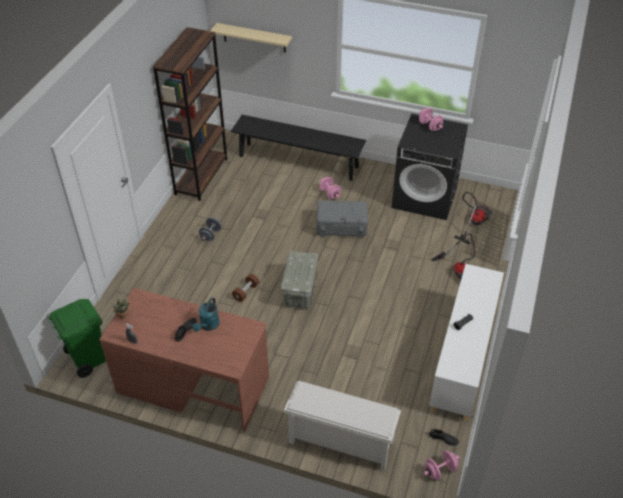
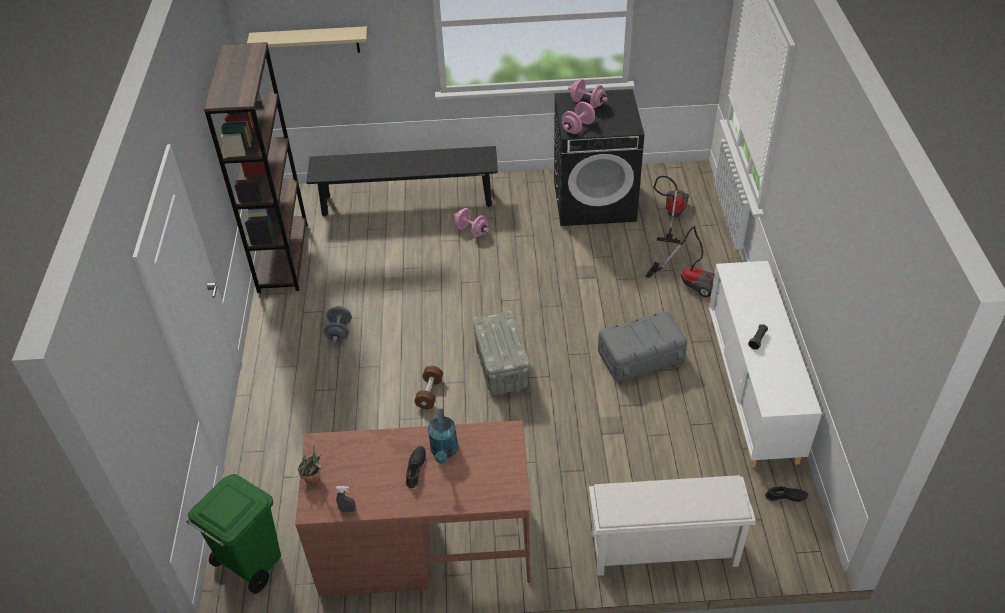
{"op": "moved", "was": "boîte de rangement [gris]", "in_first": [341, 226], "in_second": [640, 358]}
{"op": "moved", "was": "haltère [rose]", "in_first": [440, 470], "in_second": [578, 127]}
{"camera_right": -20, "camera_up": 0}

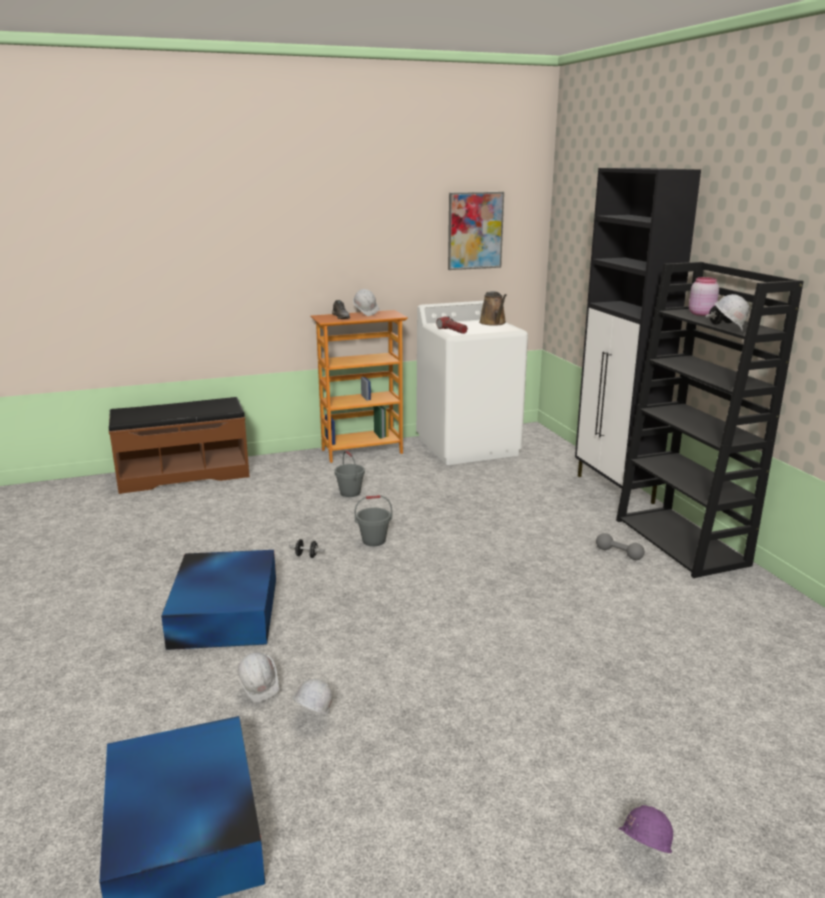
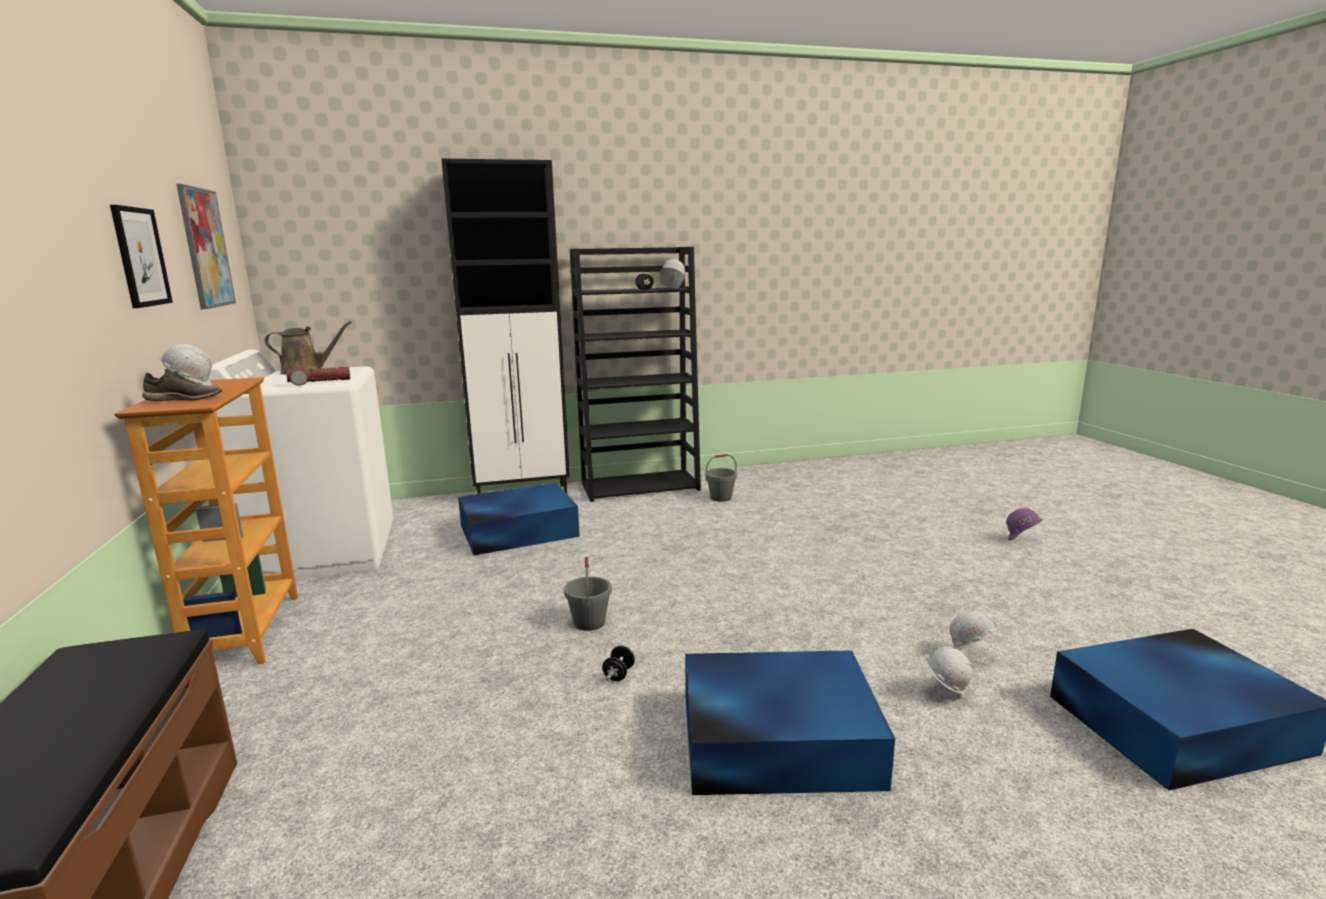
{"op": "moved", "was": "seau [gris]", "in_first": [350, 493], "in_second": [721, 497]}
{"op": "removed", "was": "haltère [gris]", "in_first": [619, 554]}
{"op": "removed", "was": "bocal [rose]", "in_first": [700, 314]}
{"op": "added", "now": "tableau", "in_second": [140, 257]}
{"op": "added", "now": "boîte de rangement [bleu]", "in_second": [517, 531]}
{"camera_right": -85, "camera_up": -5}

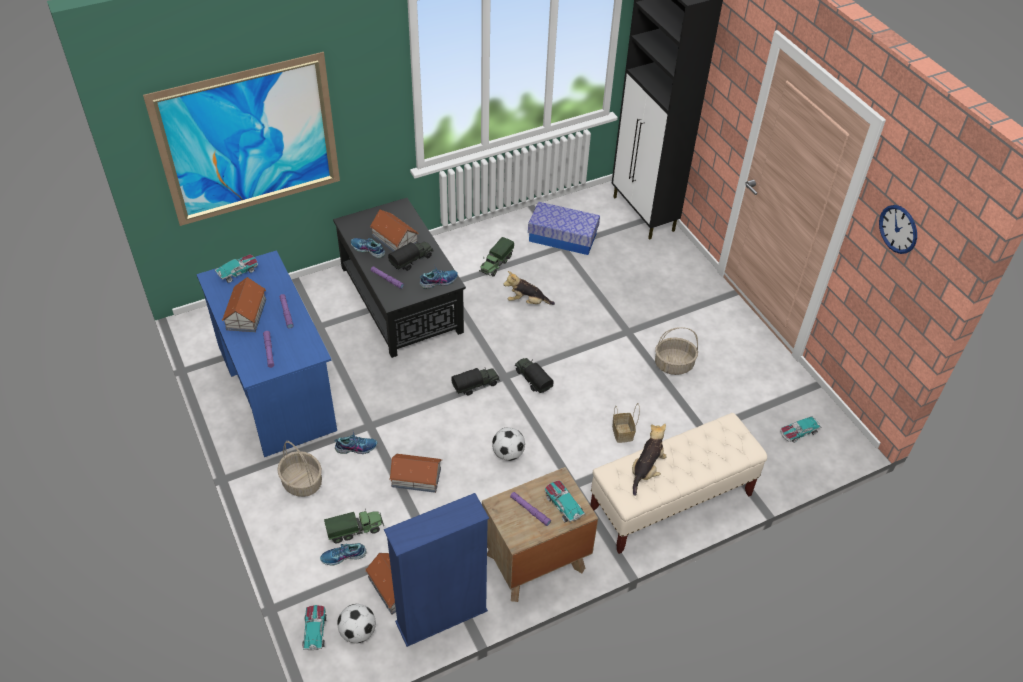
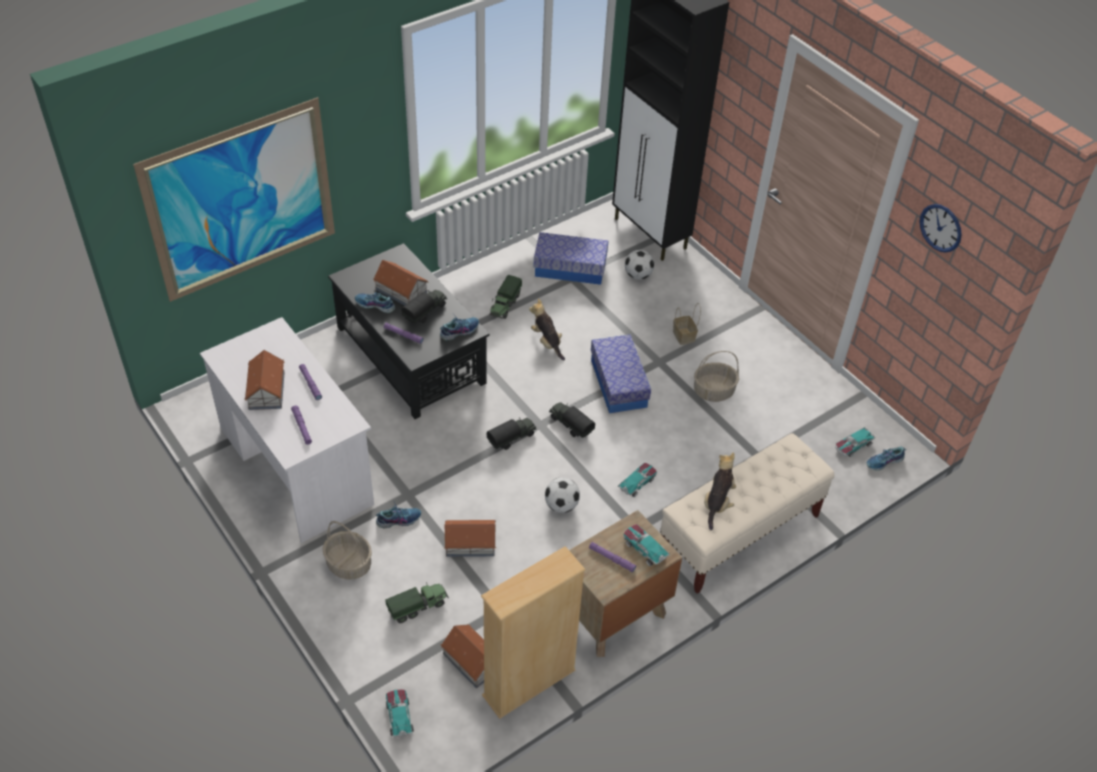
{"op": "recoloured", "was": "bureau [bleu]", "now": "bureau [blanc]", "in_first": [276, 387], "in_second": [296, 466]}
{"op": "moved", "was": "petite voiture", "in_first": [238, 271], "in_second": [637, 483]}
{"op": "moved", "was": "chaussure", "in_first": [343, 557], "in_second": [884, 462]}
{"op": "moved", "was": "ballon de foot", "in_first": [358, 632], "in_second": [638, 275]}
{"op": "recoloured", "was": "bibliothèque [bleu]", "now": "bibliothèque [beige]", "in_first": [441, 617], "in_second": [529, 683]}
{"op": "turned", "was": "peluche", "in_first": [527, 302], "in_second": [547, 342], "clockwise": 60}
{"op": "moved", "was": "panier", "in_first": [623, 433], "in_second": [684, 336]}
{"op": "added", "now": "boîte de rangement", "in_second": [618, 383]}
{"camera_right": -10, "camera_up": 0}

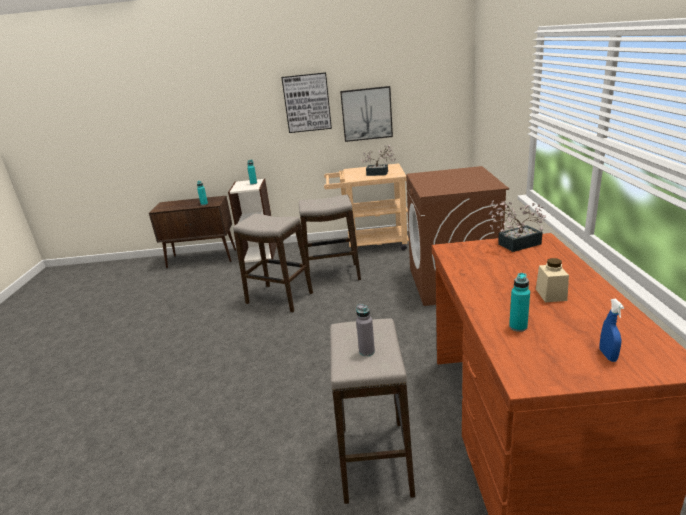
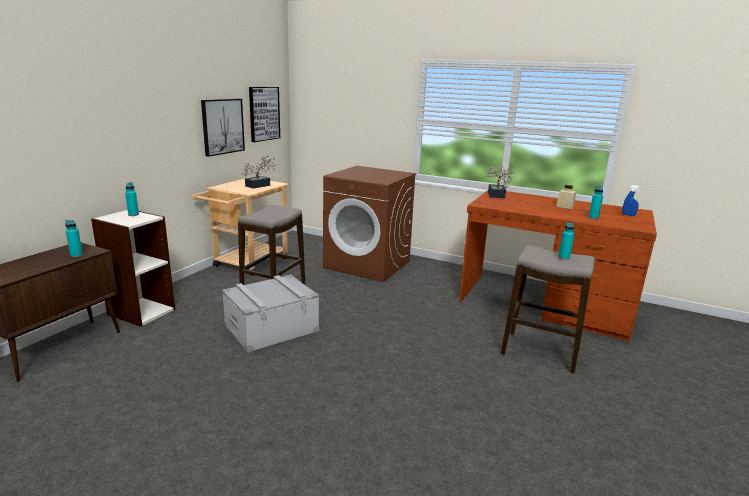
{"op": "replaced", "was": "tabouret", "now": "boîte de rangement [gris]", "in_first": [279, 298], "in_second": [271, 328]}
{"op": "moved", "was": "tableau", "in_first": [307, 103], "in_second": [264, 113]}
{"op": "recoloured", "was": "bouteille [gris]", "now": "bouteille [turquoise]", "in_first": [367, 351], "in_second": [564, 257]}
{"camera_right": -65, "camera_up": -5}

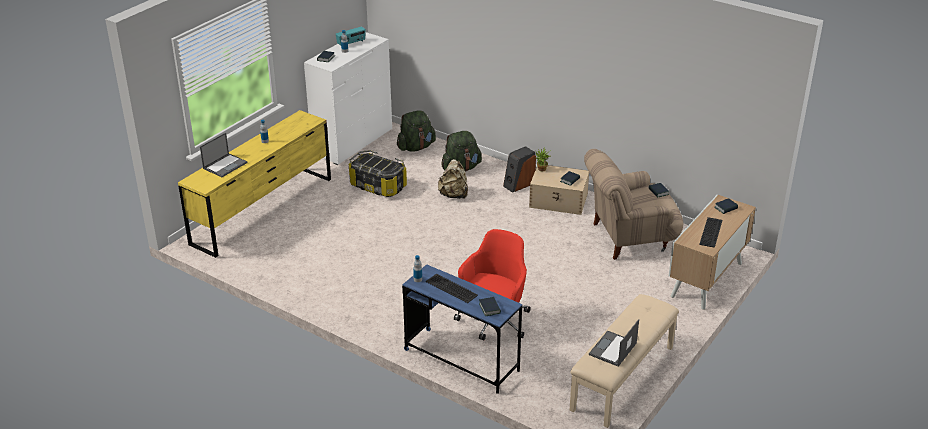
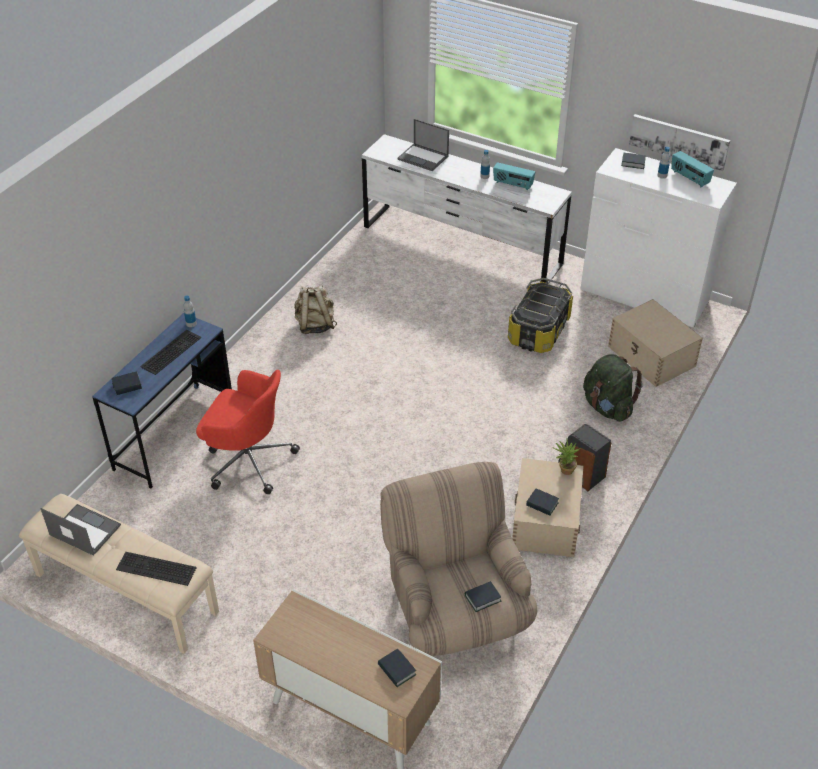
{"op": "recoloured", "was": "commode [jaune]", "now": "commode [blanc]", "in_first": [263, 211], "in_second": [461, 245]}
{"op": "replaced", "was": "sac à dos [vert]", "now": "boîte de rangement [beige]", "in_first": [416, 147], "in_second": [651, 357]}
{"op": "moved", "was": "sac à dos [beige]", "in_first": [453, 195], "in_second": [315, 325]}
{"op": "moved", "was": "clavier", "in_first": [711, 232], "in_second": [155, 569]}
{"op": "added", "now": "radio", "in_second": [513, 184]}
{"op": "added", "now": "tableau", "in_second": [679, 141]}
{"camera_right": 85, "camera_up": 10}

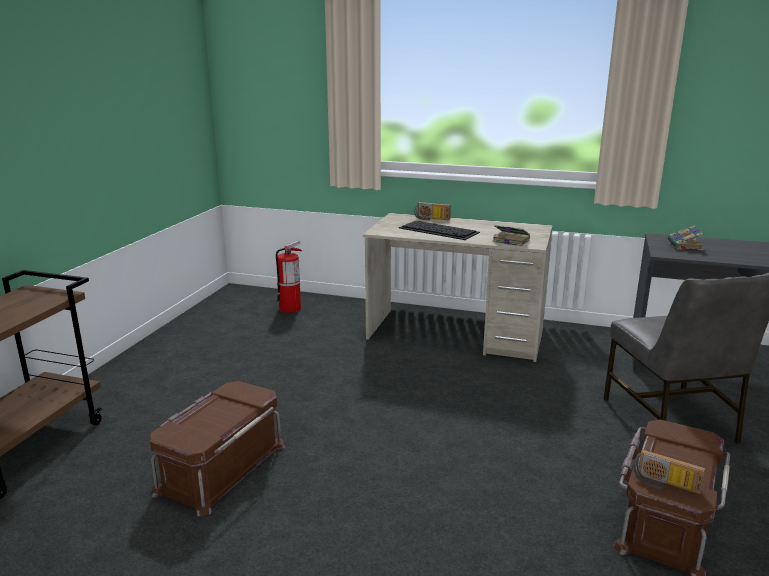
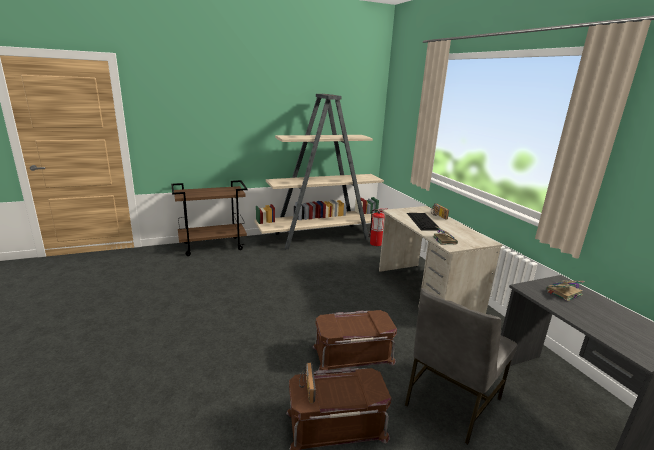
{"op": "moved", "was": "boîte de rangement [marron]", "in_first": [220, 467], "in_second": [353, 353]}
{"op": "added", "now": "bibliothèque [beige]", "in_second": [323, 236]}
{"camera_right": 50, "camera_up": 0}

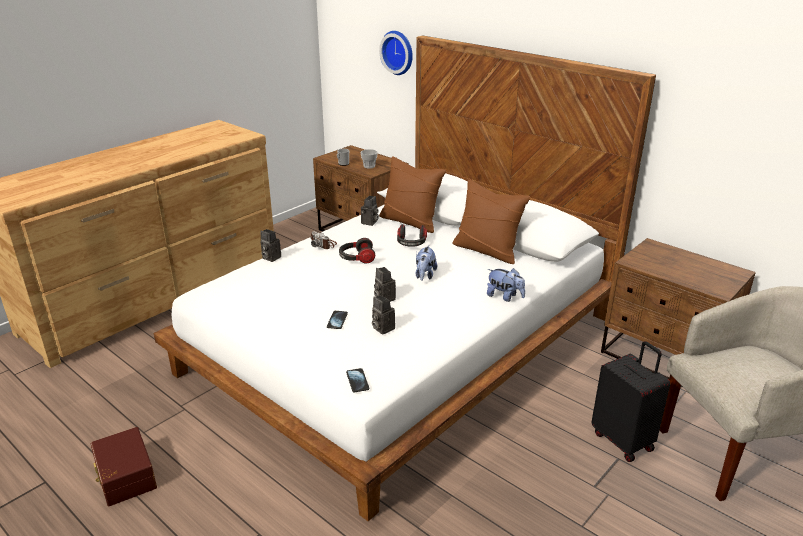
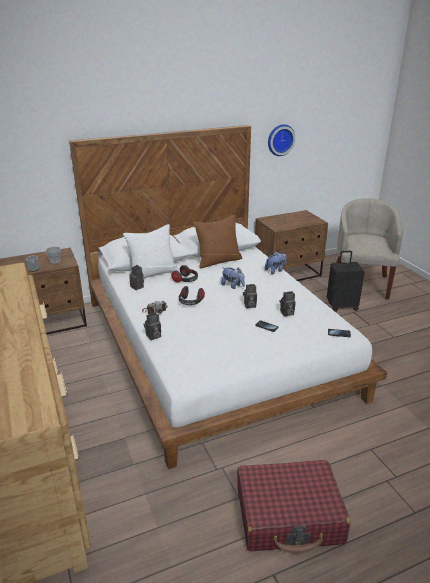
{"op": "replaced", "was": "boîte de rangement [marron]", "now": "valise [rouge]", "in_first": [124, 476], "in_second": [289, 515]}
{"op": "moved", "was": "horloge murale", "in_first": [398, 52], "in_second": [280, 139]}
{"op": "recoloured", "was": "coussin [marron]", "now": "coussin [blanc]", "in_first": [410, 221], "in_second": [153, 273]}
{"camera_right": -65, "camera_up": 0}

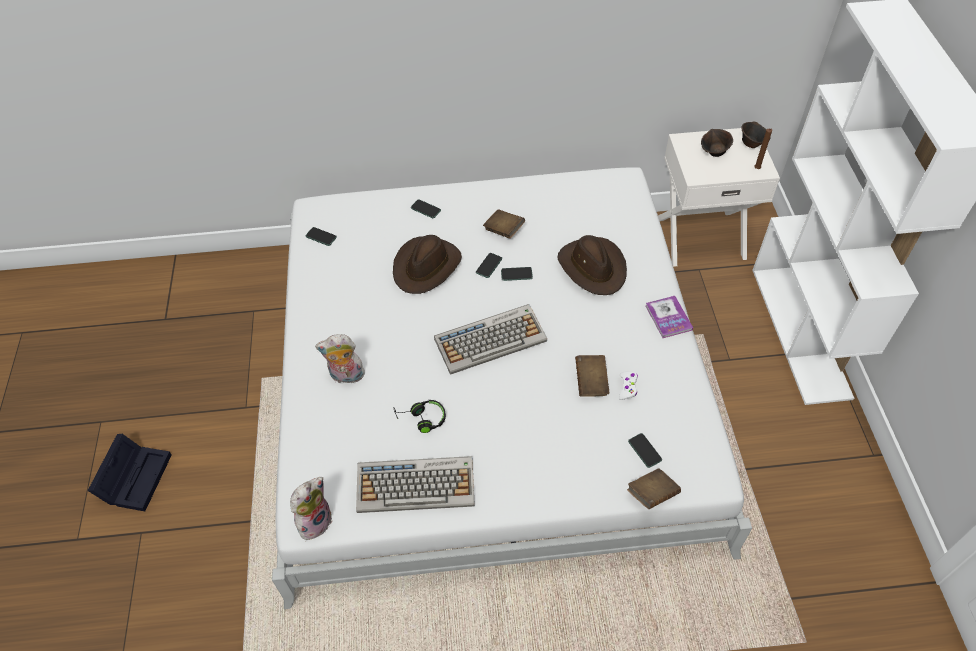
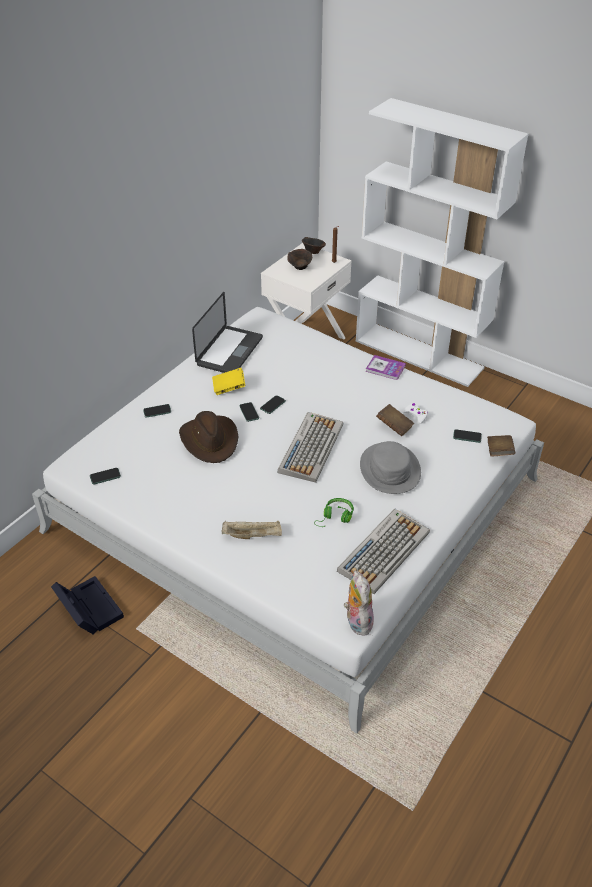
{"op": "moved", "was": "boîte de rangement [noir]", "in_first": [136, 476], "in_second": [88, 608]}
{"op": "replaced", "was": "peluche", "now": "plateau [beige]", "in_first": [346, 376], "in_second": [253, 535]}
{"op": "recoloured", "was": "casque audio [noir]", "now": "casque audio [vert]", "in_first": [422, 419], "in_second": [335, 517]}
{"op": "recoloured", "was": "livre [marron]", "now": "livre [jaune]", "in_first": [504, 230], "in_second": [229, 388]}
{"op": "removed", "was": "chapeau [marron]", "in_first": [592, 267]}
{"op": "added", "now": "ordinateur portable", "in_second": [229, 351]}
{"op": "added", "now": "chapeau [gris]", "in_second": [390, 469]}
{"camera_right": -50, "camera_up": -10}

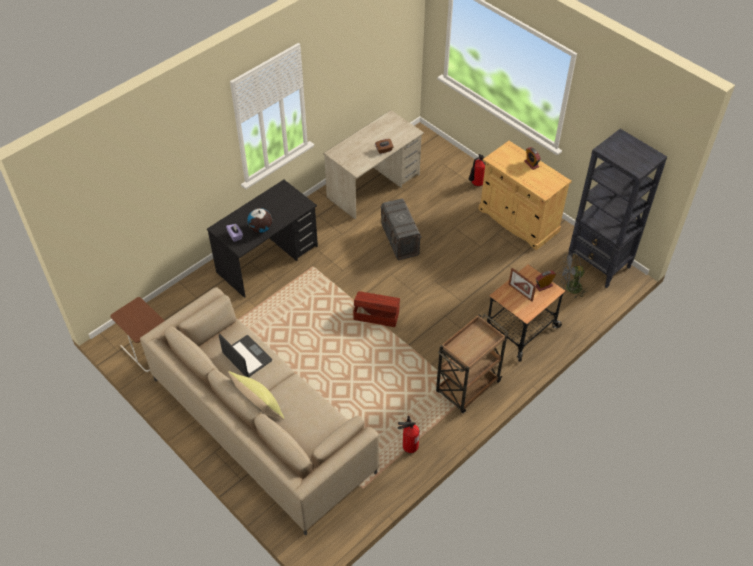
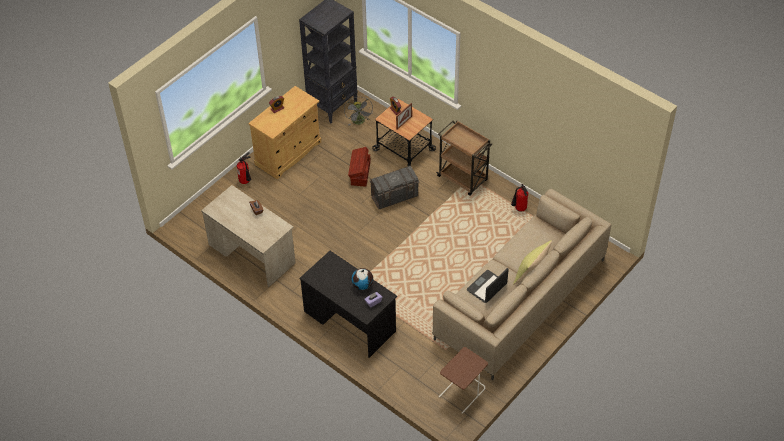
{"op": "moved", "was": "boîte de rangement [marron]", "in_first": [376, 315], "in_second": [360, 173]}
{"op": "moved", "was": "boîte de rangement [gris]", "in_first": [399, 240], "in_second": [395, 196]}
{"camera_right": -95, "camera_up": 0}

